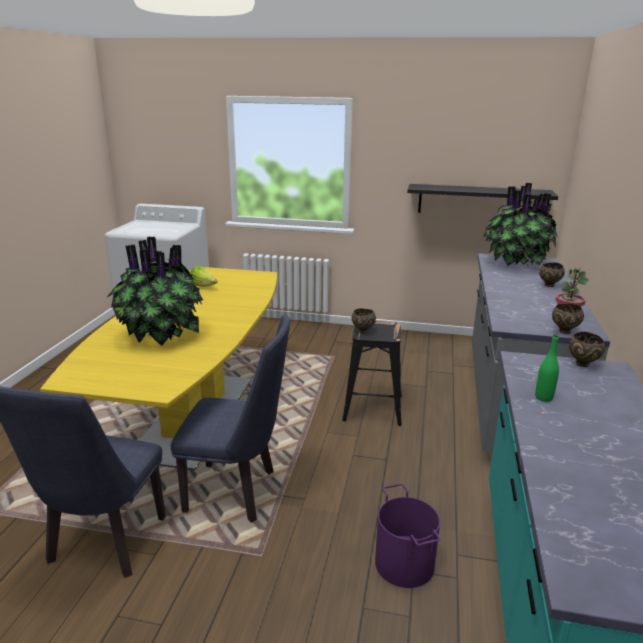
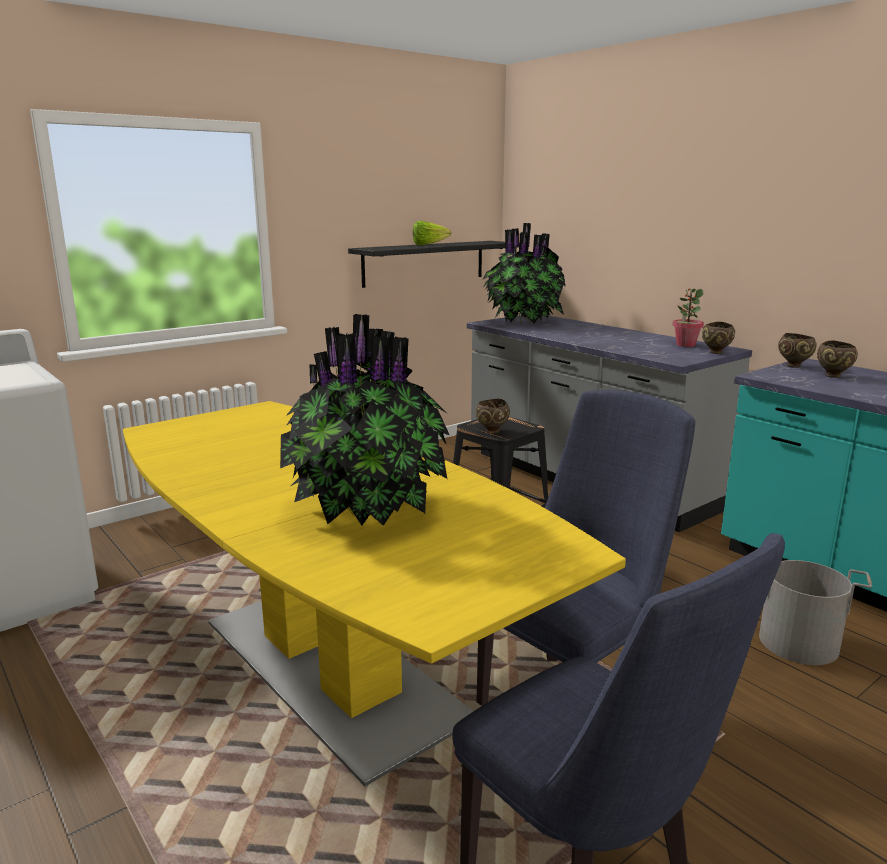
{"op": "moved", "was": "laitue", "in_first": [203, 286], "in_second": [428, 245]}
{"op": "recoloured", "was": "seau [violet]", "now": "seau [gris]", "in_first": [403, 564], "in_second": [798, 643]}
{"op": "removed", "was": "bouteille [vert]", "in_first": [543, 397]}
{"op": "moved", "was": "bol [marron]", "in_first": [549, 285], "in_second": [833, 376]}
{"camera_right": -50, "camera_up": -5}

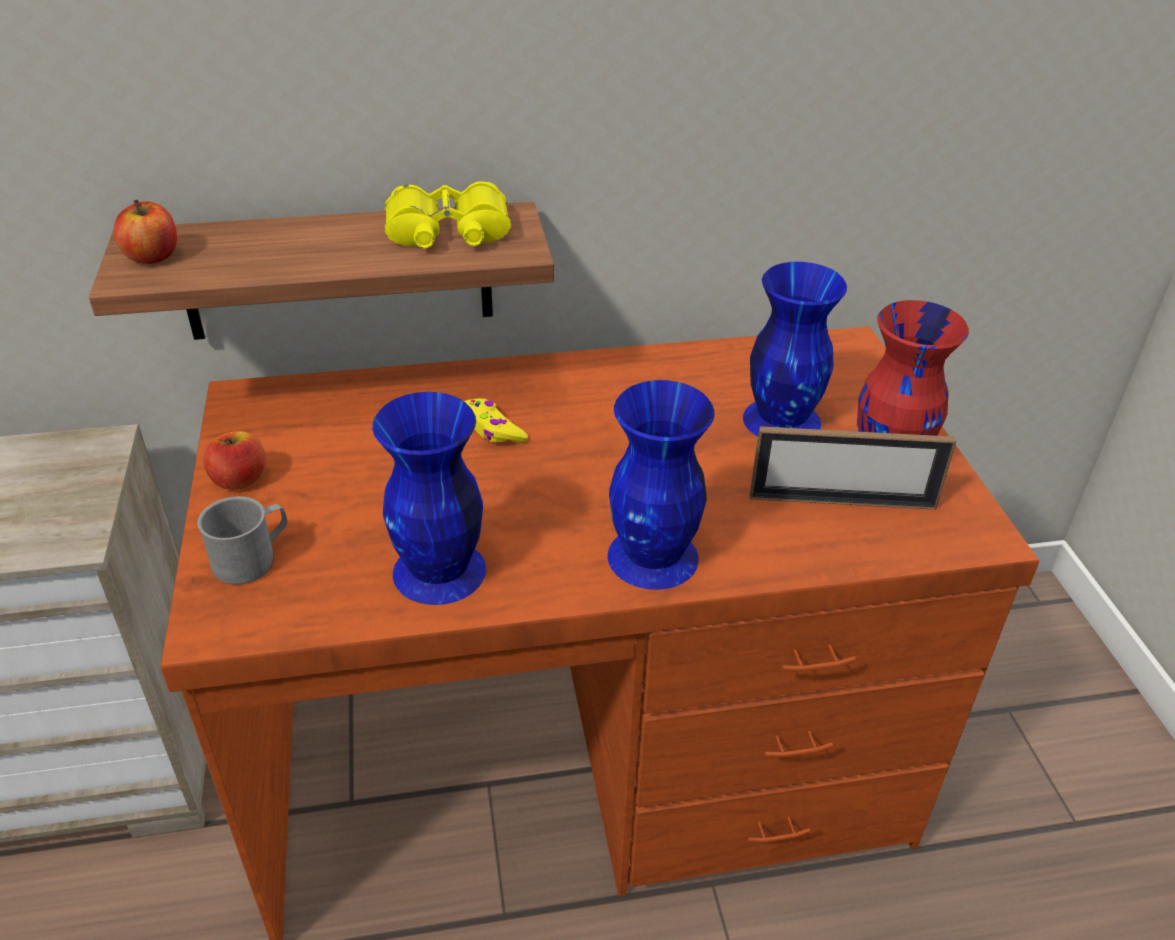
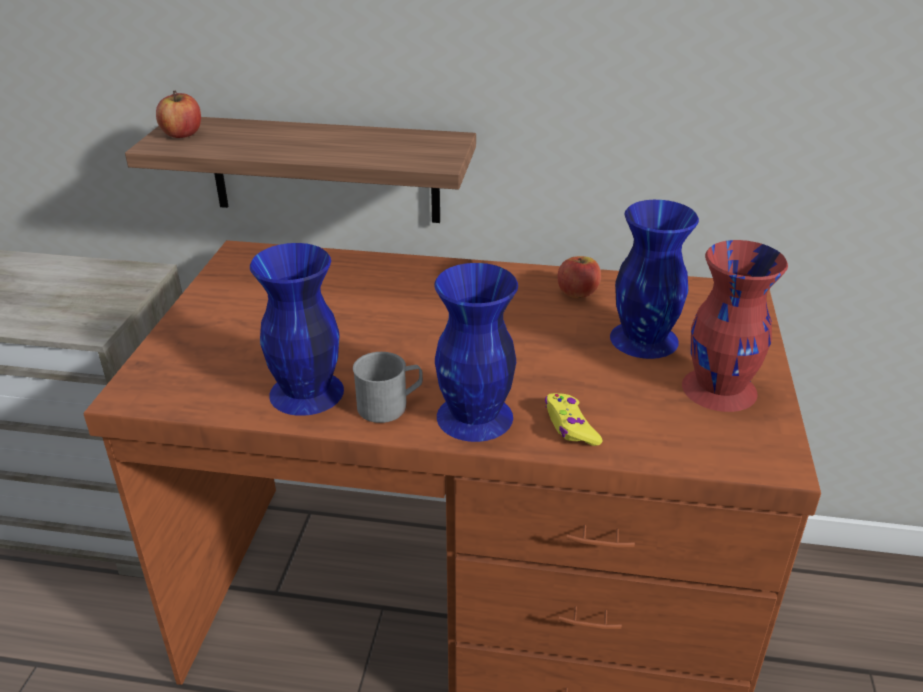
{"op": "moved", "was": "mug [gris]", "in_first": [253, 558], "in_second": [390, 405]}
{"op": "moved", "was": "pomme", "in_first": [239, 479], "in_second": [577, 292]}
{"op": "removed", "was": "jumelles [jaune]", "in_first": [448, 233]}
{"op": "moved", "was": "manette [jaune]", "in_first": [492, 429], "in_second": [570, 426]}
{"op": "removed", "was": "cadre photo", "in_first": [842, 502]}
{"camera_right": 20, "camera_up": -5}

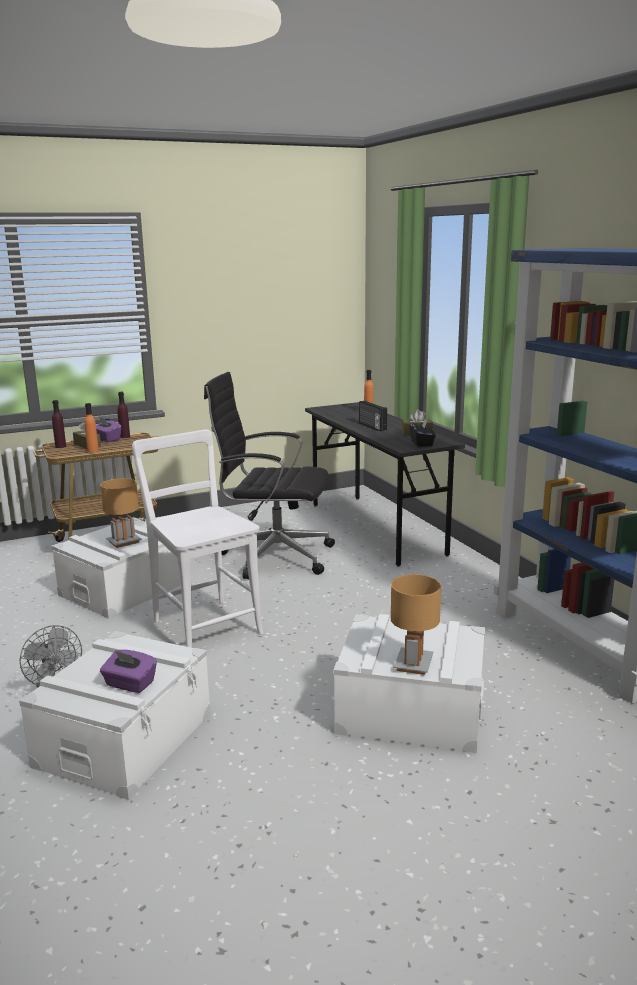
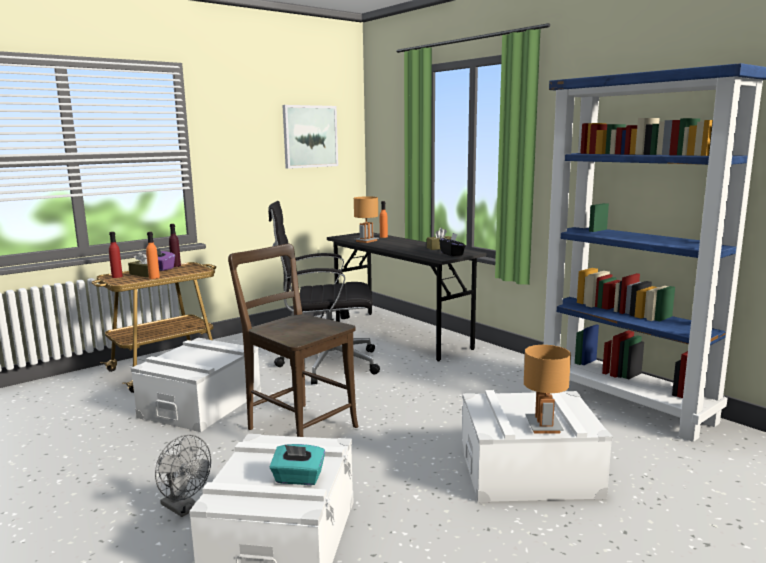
{"op": "recoloured", "was": "bouteille [violet]", "now": "bouteille [rouge]", "in_first": [60, 446], "in_second": [117, 276]}
{"op": "moved", "was": "lampe de table [marron]", "in_first": [124, 542], "in_second": [366, 241]}
{"op": "recoloured", "was": "boîte à mouchoirs [violet]", "now": "boîte à mouchoirs [turquoise]", "in_first": [130, 684], "in_second": [298, 478]}
{"op": "recoloured", "was": "chaise [blanc]", "now": "chaise [marron]", "in_first": [204, 624], "in_second": [298, 426]}
{"op": "removed", "was": "radio", "in_first": [372, 426]}
{"op": "added", "now": "tableau", "in_second": [310, 136]}
{"camera_right": -15, "camera_up": -5}

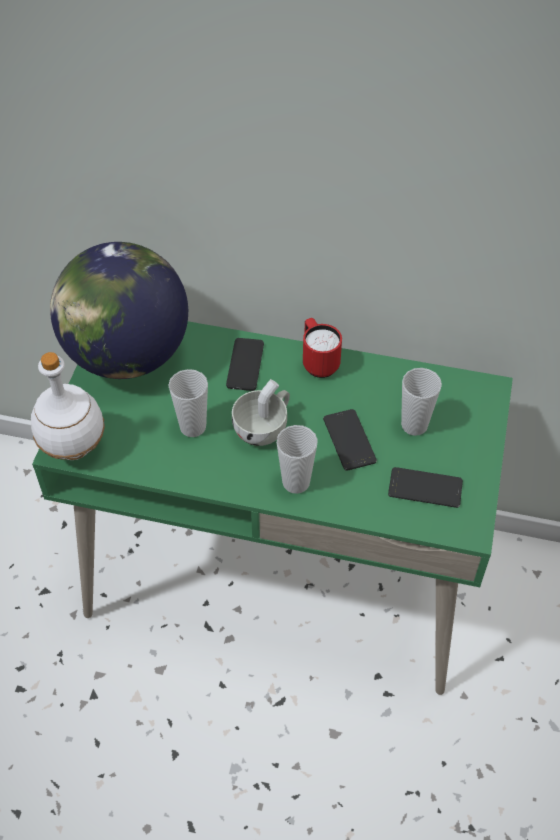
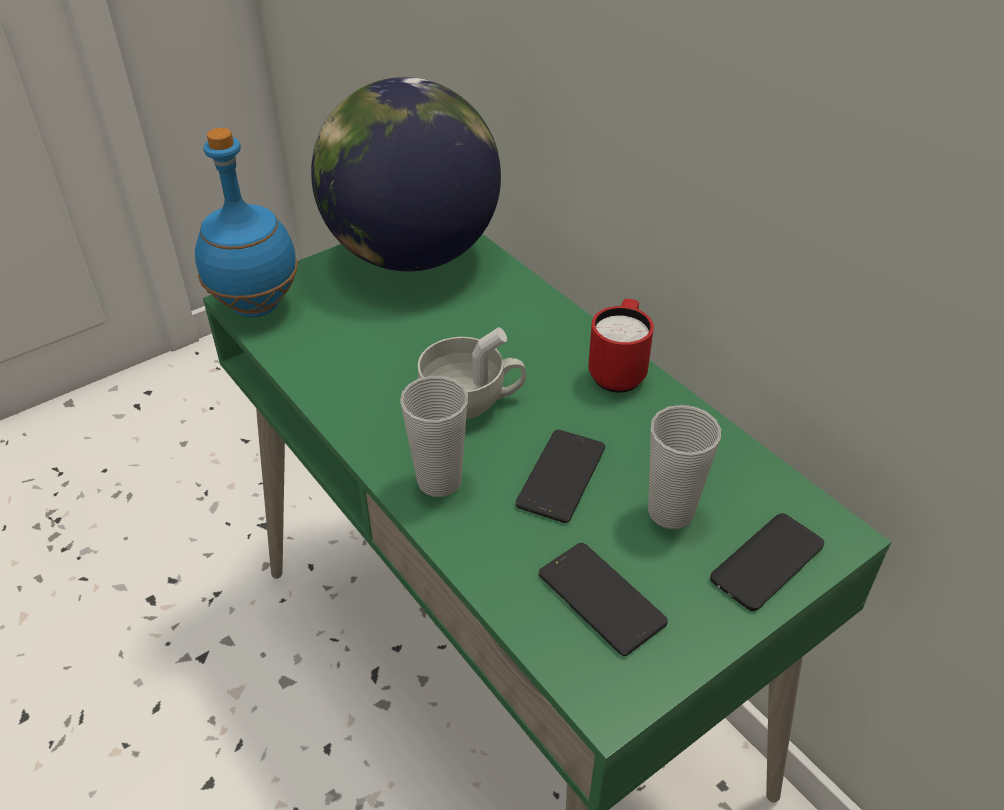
{"op": "recoloured", "was": "bouteille [blanc]", "now": "bouteille [bleu]", "in_first": [73, 448], "in_second": [254, 306]}
{"op": "removed", "was": "tasse", "in_first": [193, 427]}
{"op": "moved", "was": "téléphone", "in_first": [245, 365], "in_second": [767, 562]}
{"camera_right": 40, "camera_up": -10}

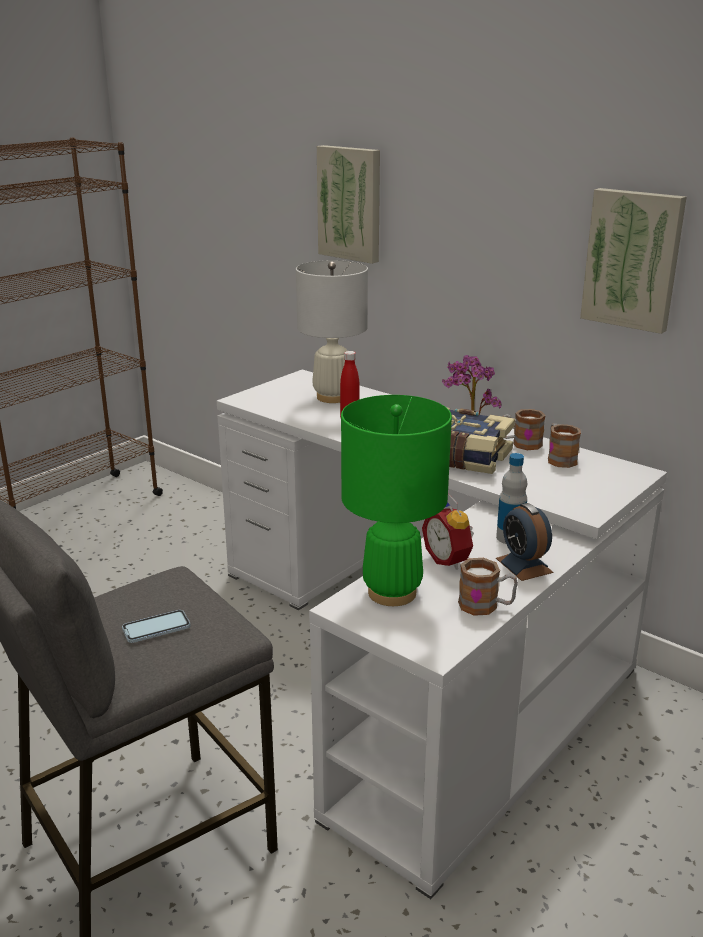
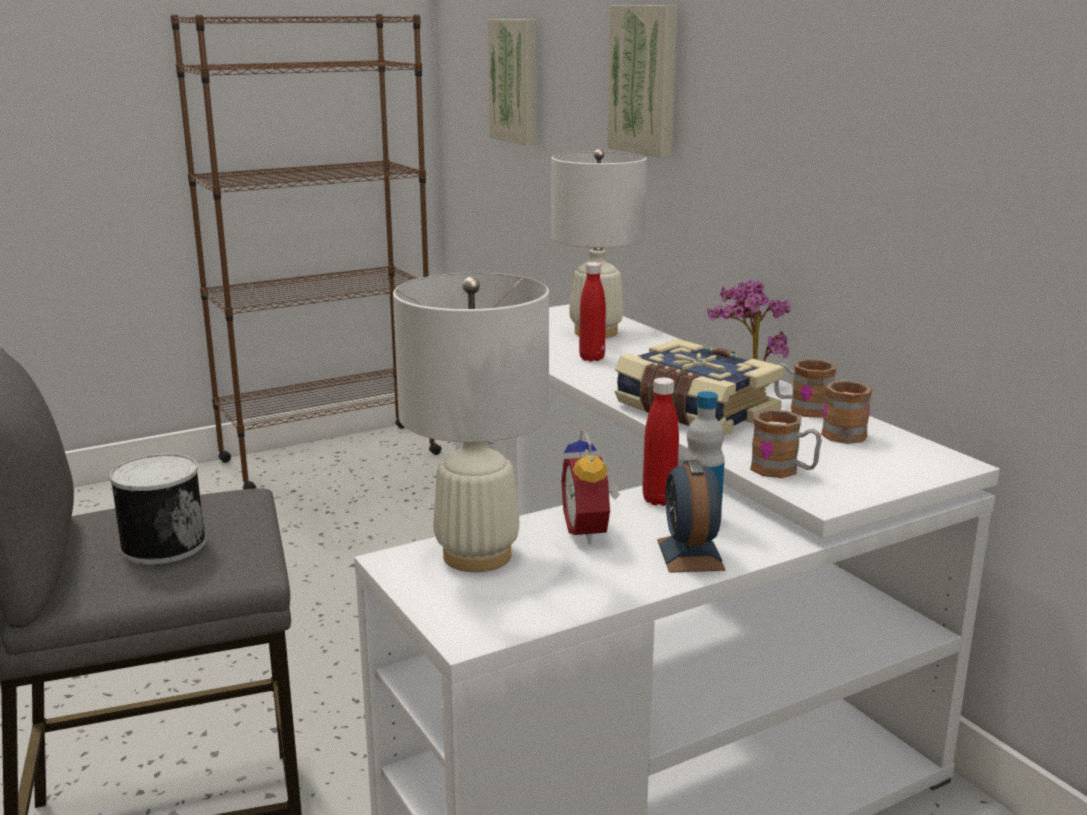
{"op": "replaced", "was": "téléphone", "now": "boîte métallique", "in_first": [156, 628], "in_second": [162, 544]}
{"op": "recoloured", "was": "lampe de table [vert]", "now": "lampe de table [blanc]", "in_first": [392, 593], "in_second": [477, 556]}
{"op": "moved", "was": "mug", "in_first": [486, 606], "in_second": [783, 471]}
{"op": "moved", "was": "tableau", "in_first": [633, 259], "in_second": [517, 81]}
{"op": "added", "now": "bouteille [rouge]", "in_second": [659, 500]}
{"camera_right": 20, "camera_up": -5}

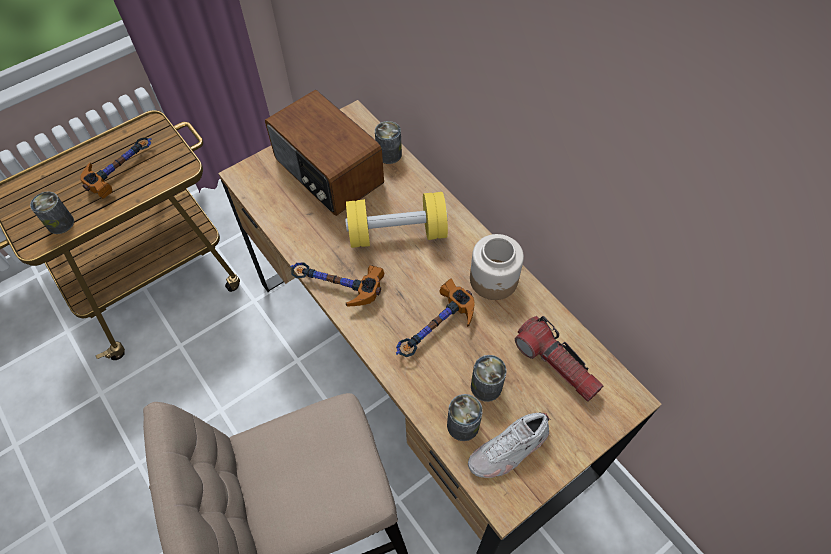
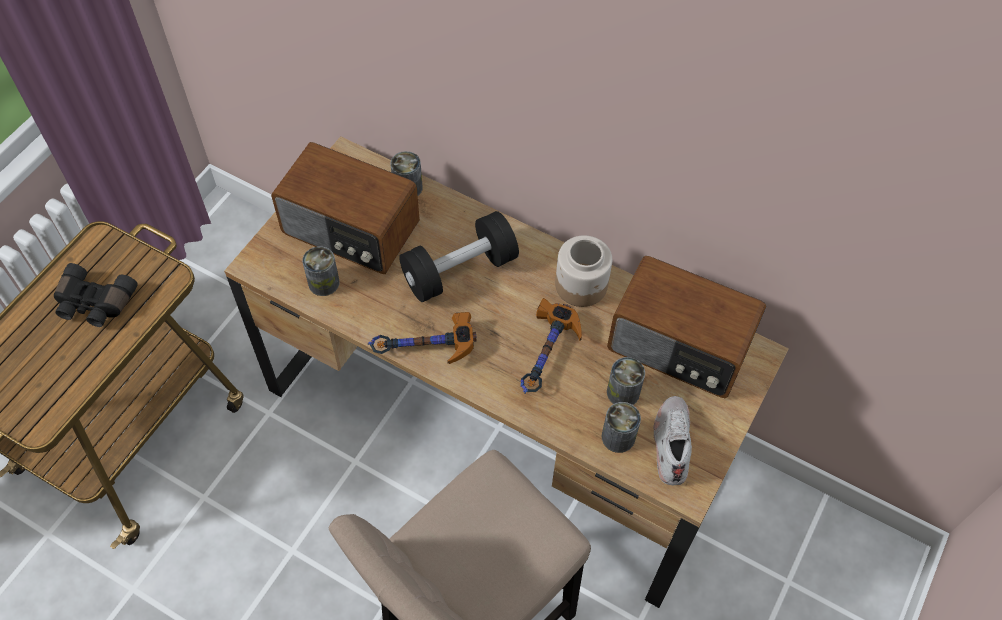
{"op": "moved", "was": "boîte métallique", "in_first": [60, 223], "in_second": [323, 283]}
{"op": "replaced", "was": "marteau", "now": "jumelles [noir]", "in_first": [122, 169], "in_second": [94, 304]}
{"op": "recoloured", "was": "haltère [jaune]", "now": "haltère [noir]", "in_first": [397, 233], "in_second": [459, 270]}
{"op": "turned", "was": "chaussure [blanc]", "in_first": [508, 450], "in_second": [671, 443], "clockwise": 150}
{"op": "replaced", "was": "lampe de poche", "now": "radio", "in_first": [556, 364], "in_second": [679, 347]}
{"camera_right": -25, "camera_up": 0}

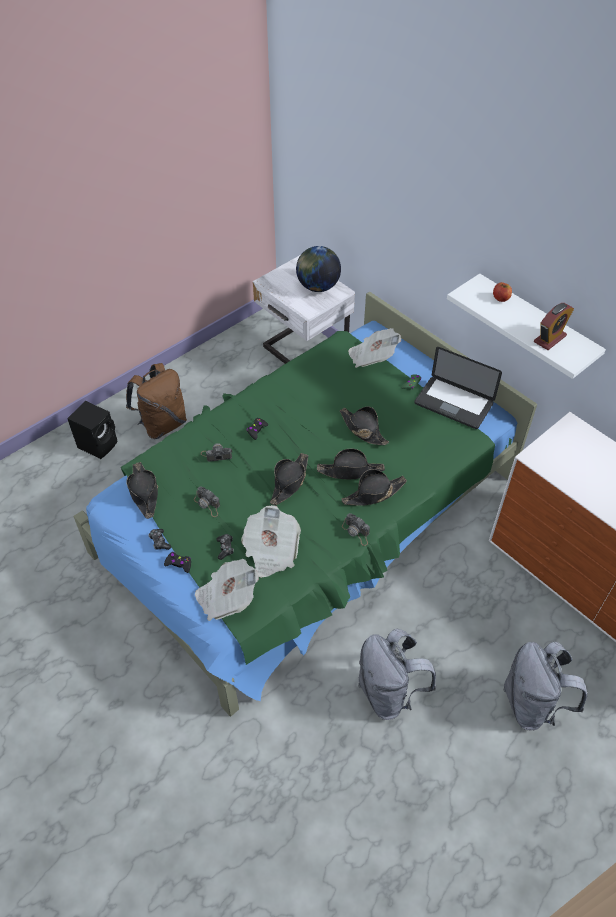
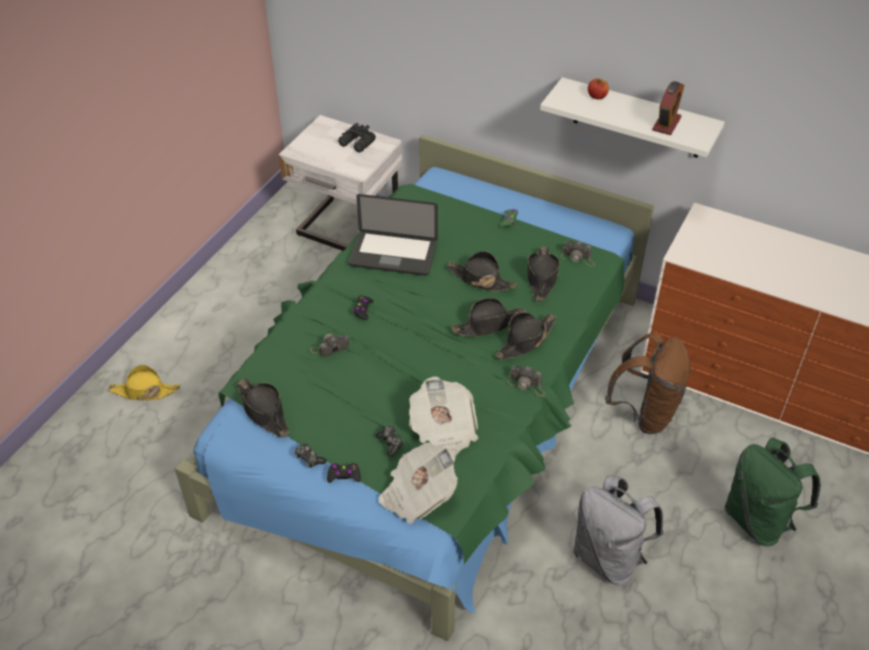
{"op": "replaced", "was": "enceinte [noir]", "now": "chapeau [jaune]", "in_first": [99, 444], "in_second": [145, 391]}
{"op": "moved", "was": "sac à dos [marron]", "in_first": [162, 424], "in_second": [645, 413]}
{"op": "moved", "was": "appareil photo", "in_first": [208, 504], "in_second": [578, 258]}
{"op": "moved", "was": "chapeau [noir]", "in_first": [289, 482], "in_second": [541, 278]}
{"op": "replaced", "was": "globe", "now": "jumelles [noir]", "in_first": [317, 287], "in_second": [357, 144]}
{"op": "removed", "was": "journal", "in_first": [372, 357]}
{"op": "moved", "was": "ordinateur portable", "in_first": [453, 403], "in_second": [393, 255]}
{"op": "recoloured", "was": "sac à dos [gris]", "now": "sac à dos [vert]", "in_first": [532, 704], "in_second": [759, 520]}
{"camera_right": -20, "camera_up": -5}

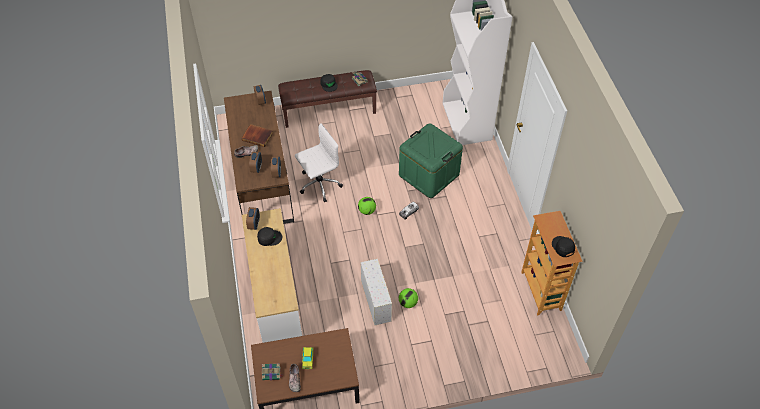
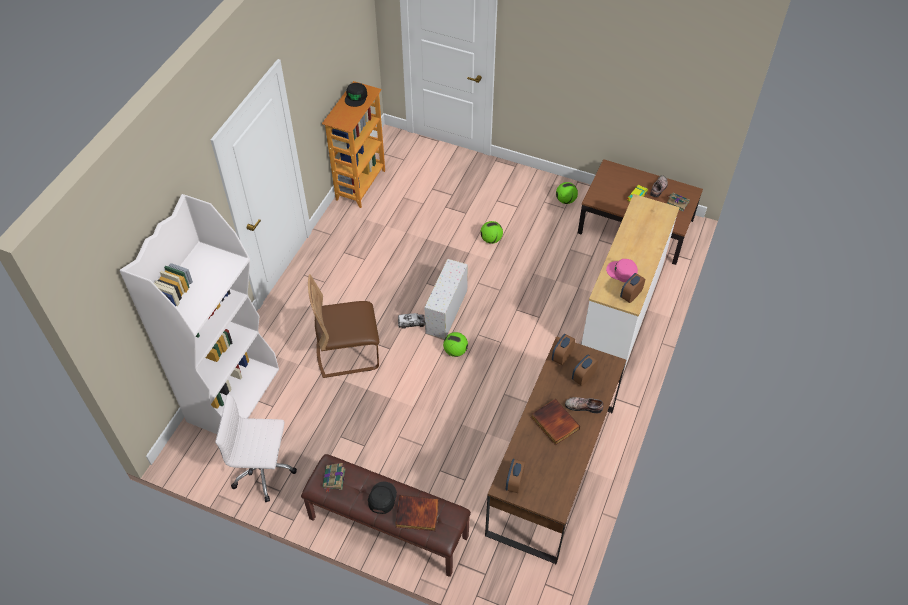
{"op": "recoloured", "was": "casquette [noir]", "now": "casquette [rose]", "in_first": [269, 238], "in_second": [622, 272]}
{"op": "moved", "was": "chaise de bureau [blanc]", "in_first": [319, 184], "in_second": [264, 470]}
{"op": "moved", "was": "boîte de rangement [blanc]", "in_first": [375, 300], "in_second": [446, 312]}
{"op": "replaced", "was": "boîte de rangement [vert]", "now": "chaise [marron]", "in_first": [429, 175], "in_second": [348, 353]}
{"op": "added", "now": "livre", "in_second": [417, 515]}
{"op": "added", "now": "ballon de foot", "in_second": [566, 200]}
{"camera_right": -145, "camera_up": 0}

